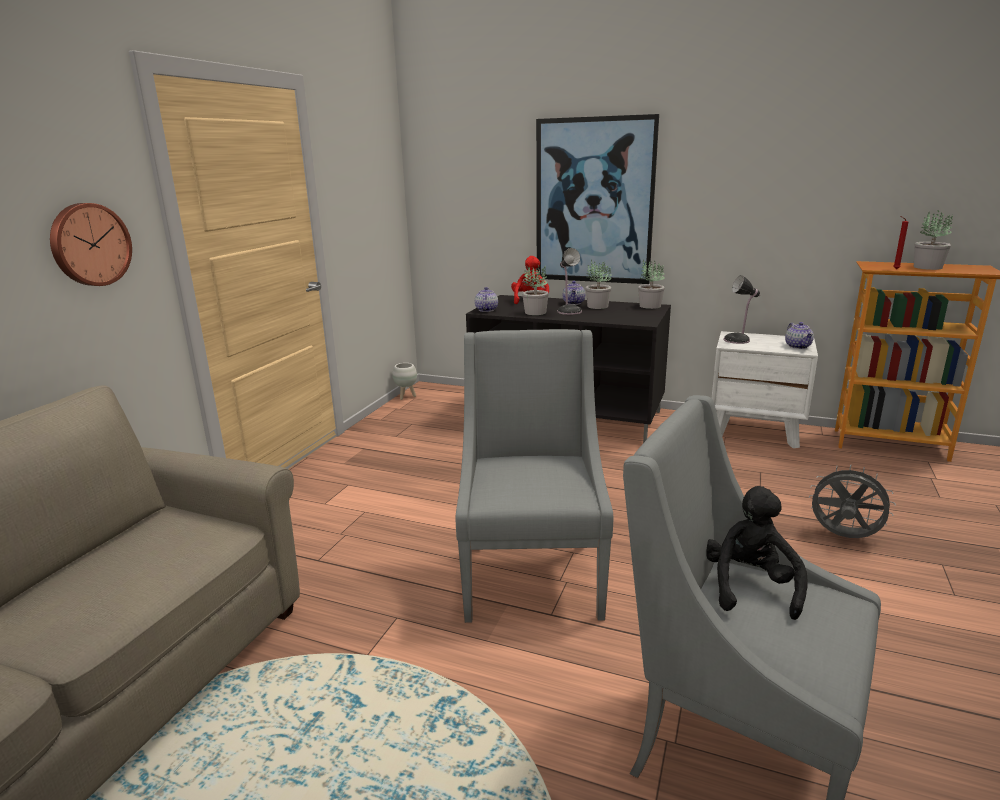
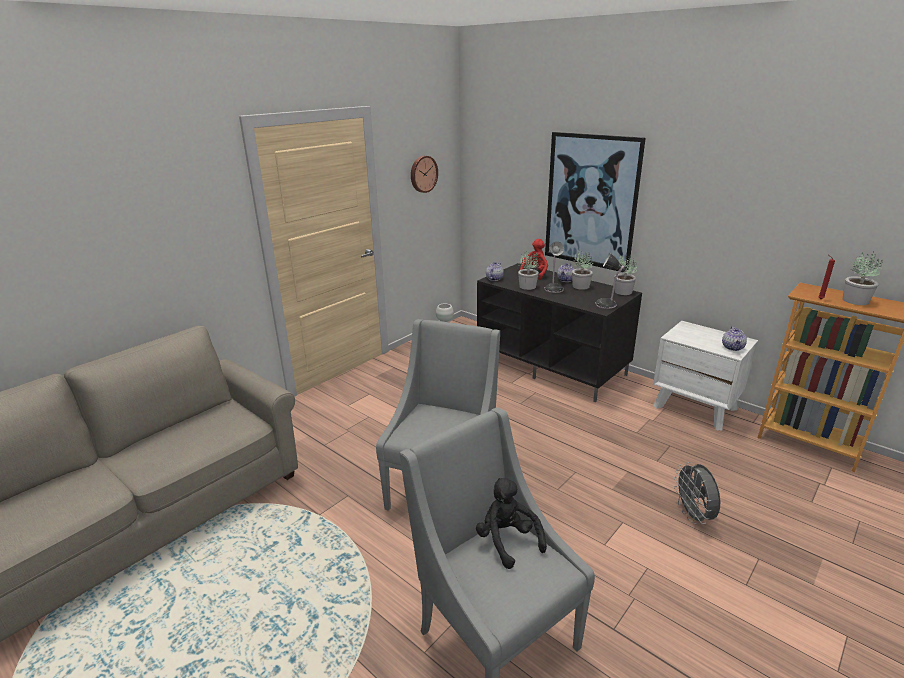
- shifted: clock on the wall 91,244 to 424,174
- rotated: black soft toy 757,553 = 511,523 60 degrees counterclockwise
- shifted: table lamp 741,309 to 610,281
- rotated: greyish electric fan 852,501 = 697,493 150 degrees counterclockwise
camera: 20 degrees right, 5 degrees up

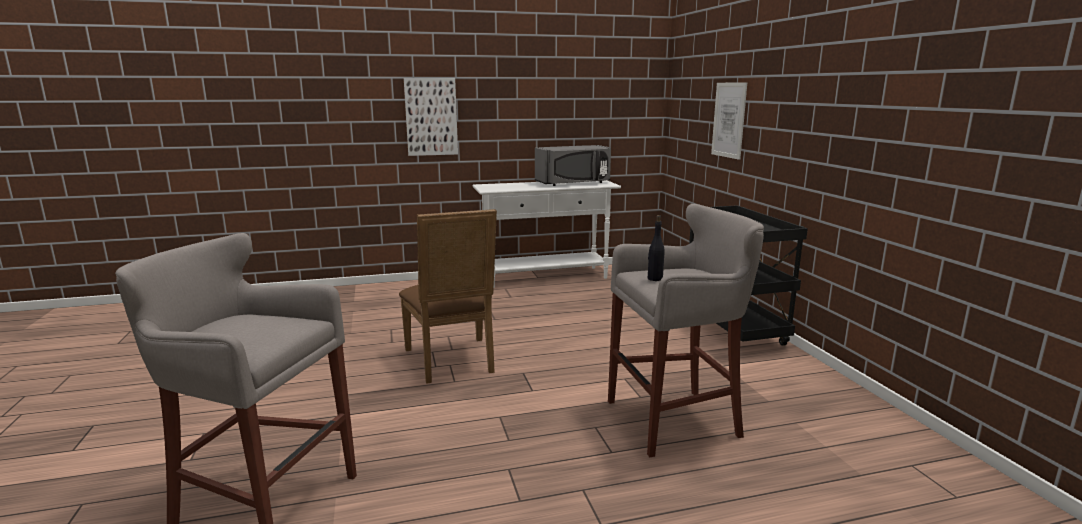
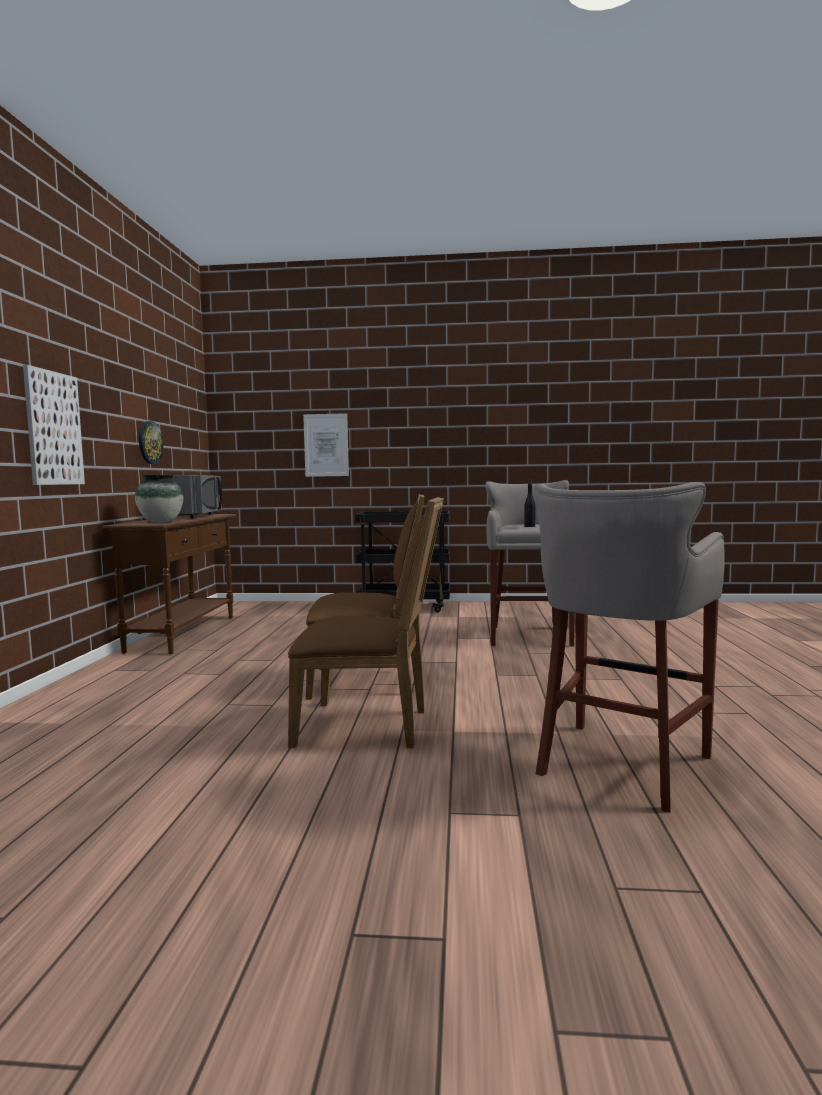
- repainted: white hall table 546,234 to brownish hall table 169,584
- new: decorative vase 159,499
- new: clock on the wall 151,442
- new: brownish plain chair 366,622
camera: 70 degrees left, 10 degrees down

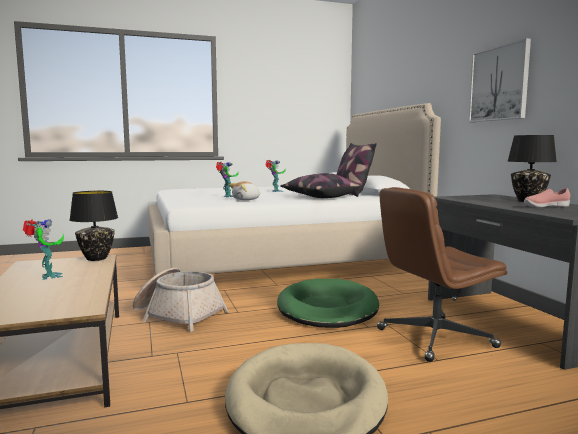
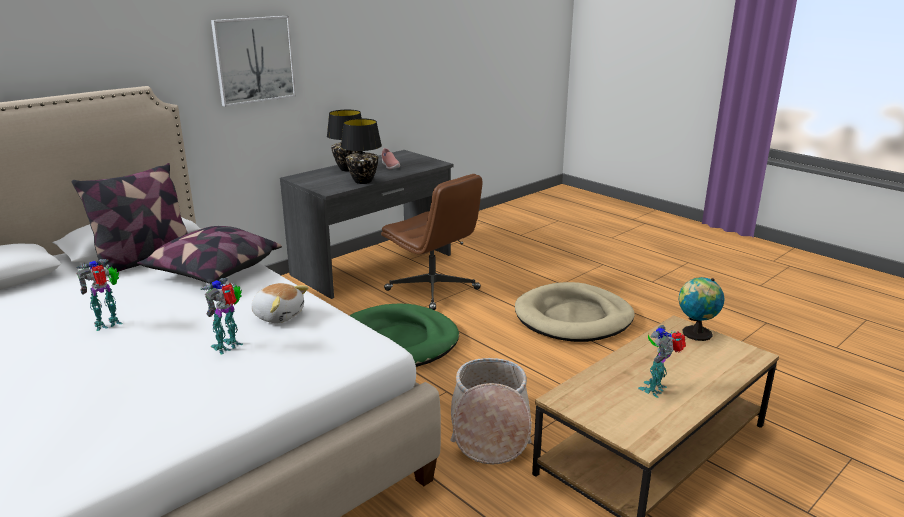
- shifted: black table lamp 93,226 to 361,151
- new: globe 702,309
camera: 115 degrees left, 15 degrees up

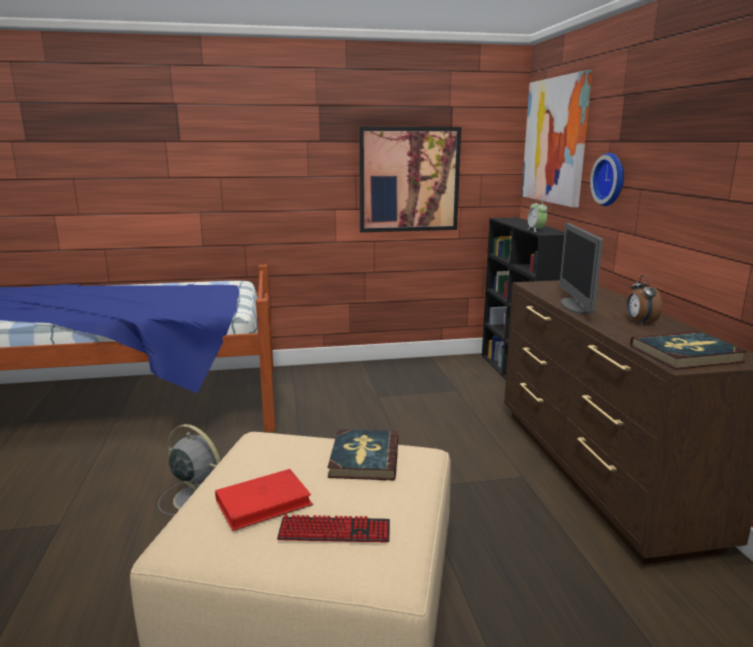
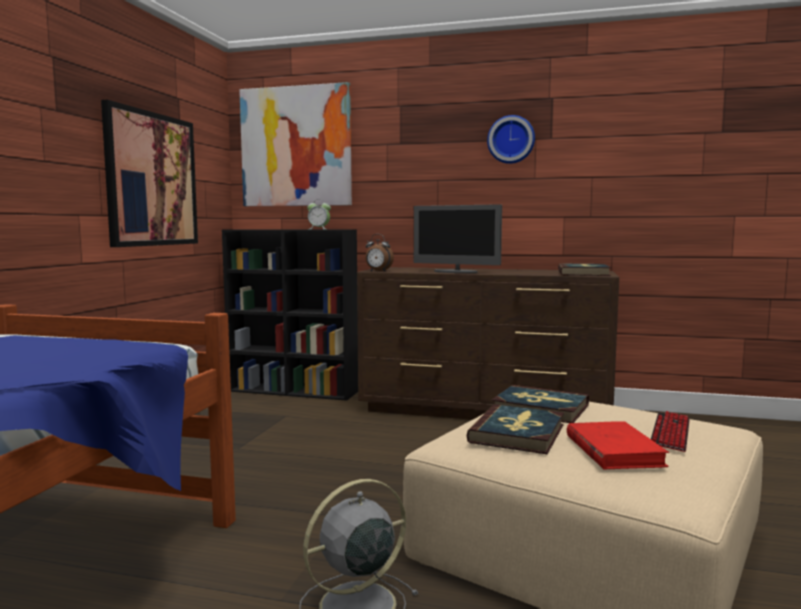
- shifted: clock on the wall 607,179 to 511,139
- shifted: bedside clock 644,300 to 379,252
- new: volume 515,429
camera: 65 degrees left, 10 degrees down

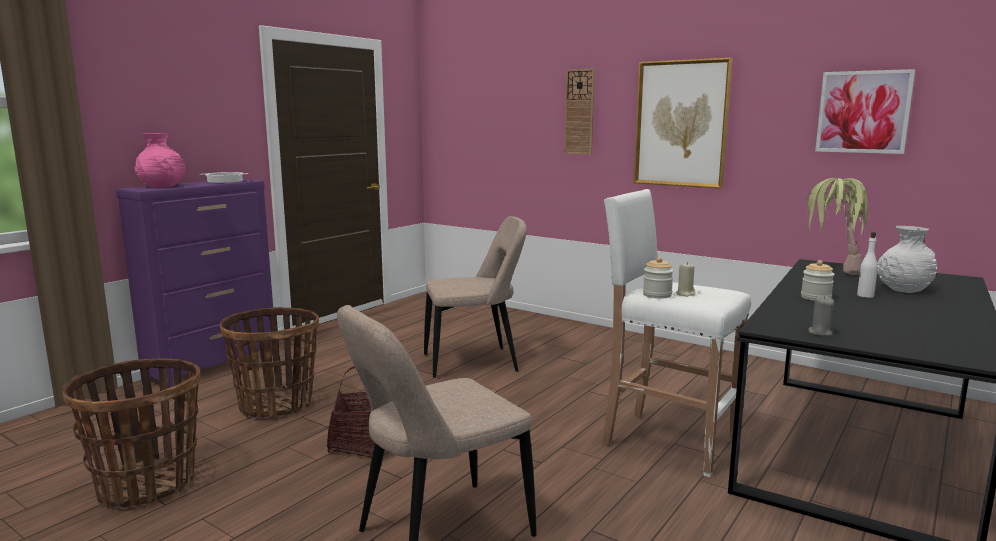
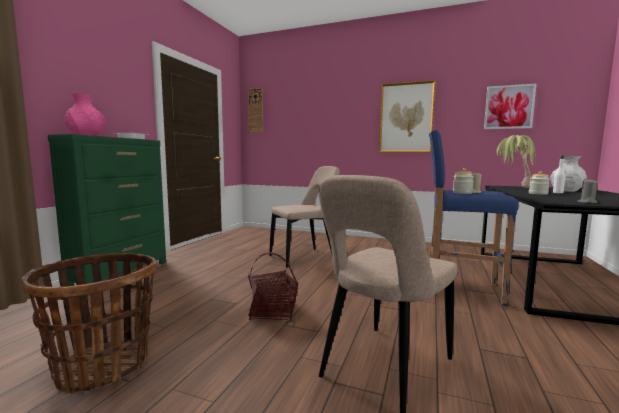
- repainted: purple chest of drawers 194,283 to green-coloured chest of drawers 107,210
- gone: basket 269,362
- shifted: clock on the wall 579,111 to 255,110
- repainted: white stool 676,333 to blue-coloured stool 474,218
camera: 15 degrees left, 5 degrees down

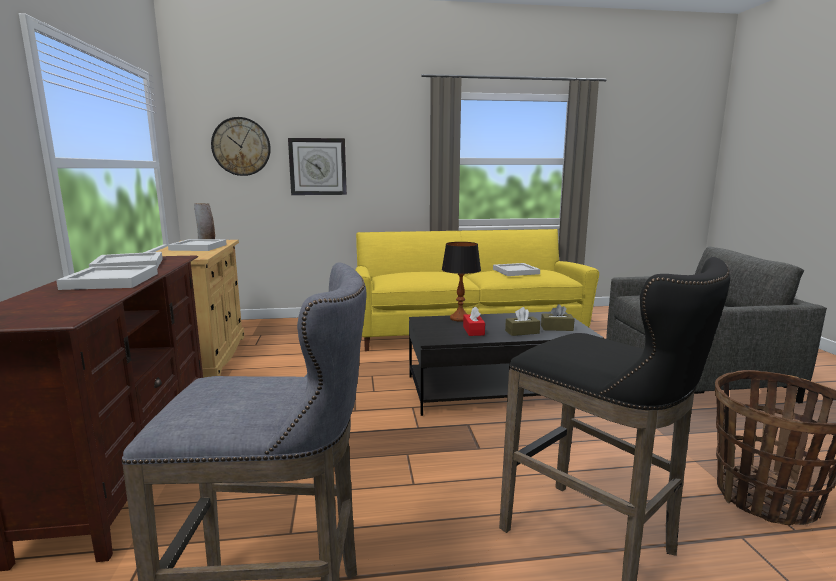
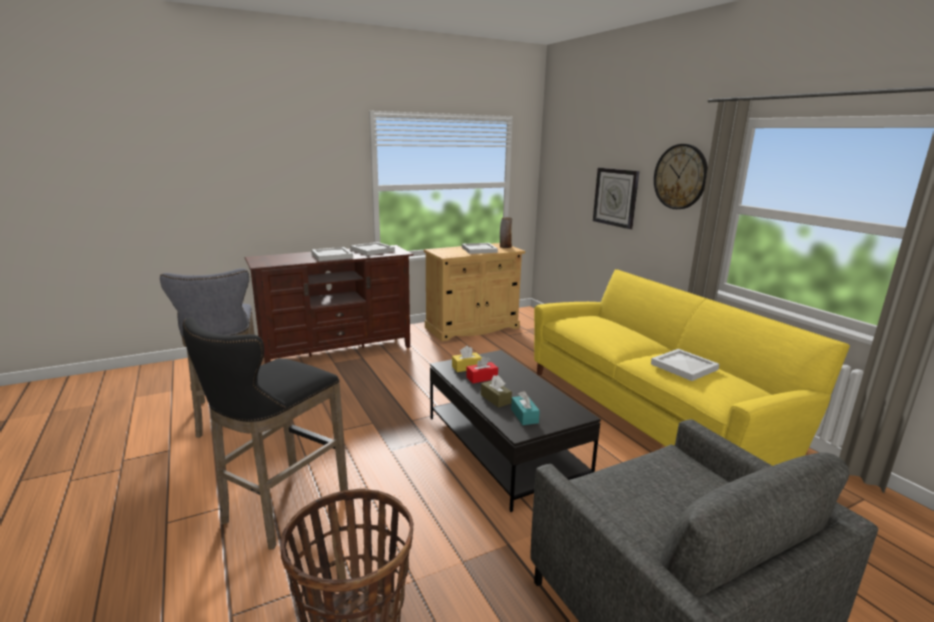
- shifted: clock on the wall 241,146 to 681,176
- gone: table lamp 461,282
- repainted: brownish tissue holder 558,317 to turquoise-coloured tissue holder 525,408
- new: yellow tissue holder 467,359
camera: 70 degrees right, 5 degrees up

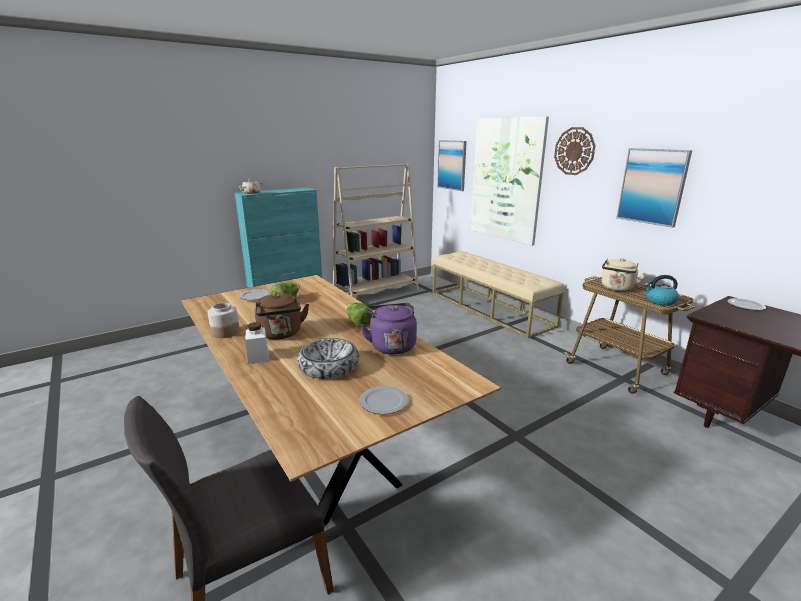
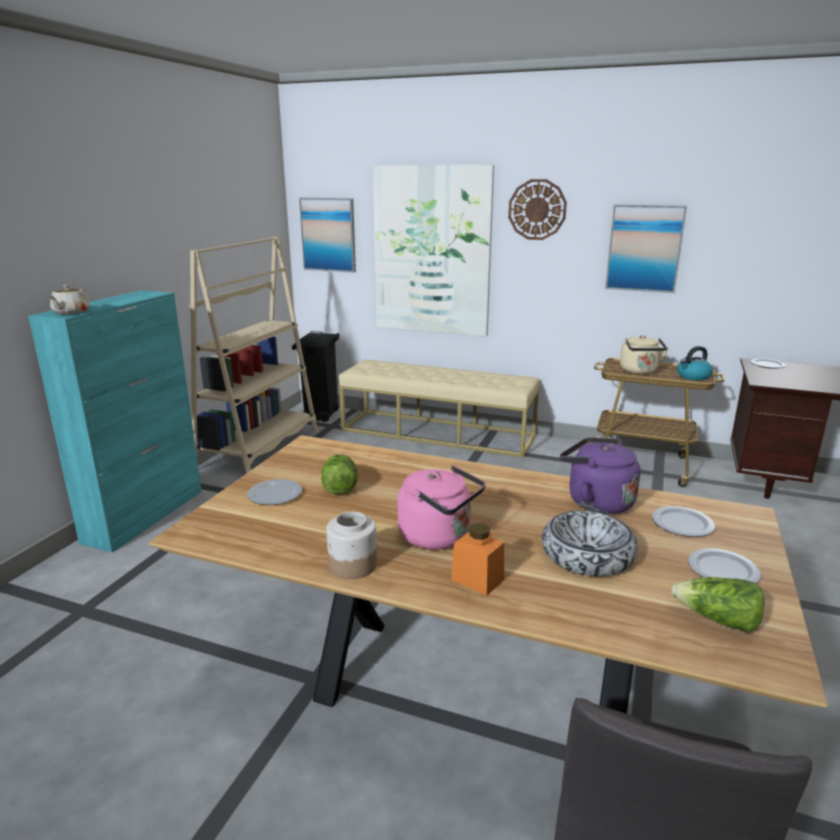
- repainted: white preserve jar 257,343 to orangey preserve jar 477,559
- repainted: brownish kettle 282,316 to pink-coloured kettle 441,507
- shifted: lettuce 360,315 to 718,605
- new: black rubbish bin 316,376
- new: flat dish 683,521
camera: 35 degrees left, 0 degrees up

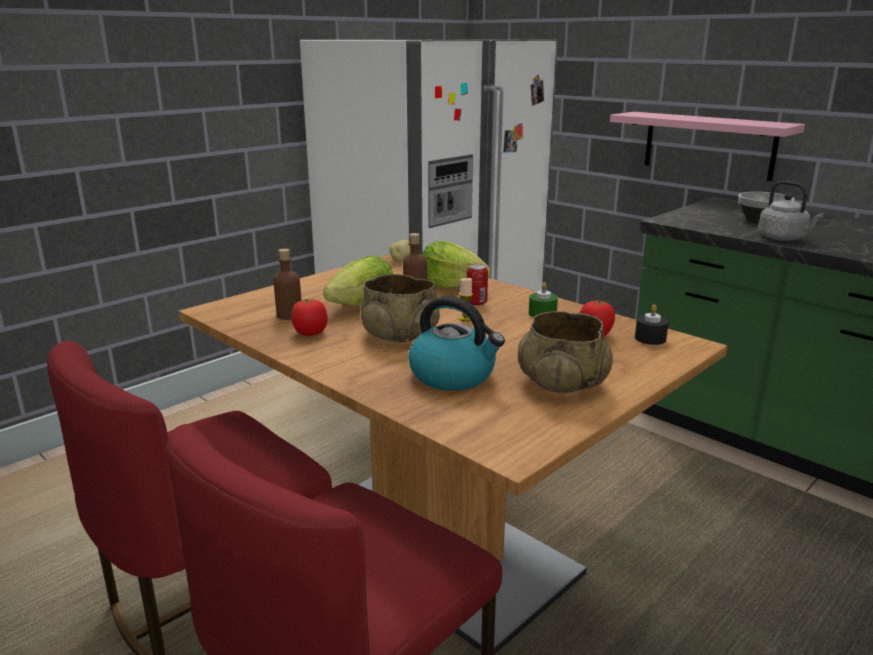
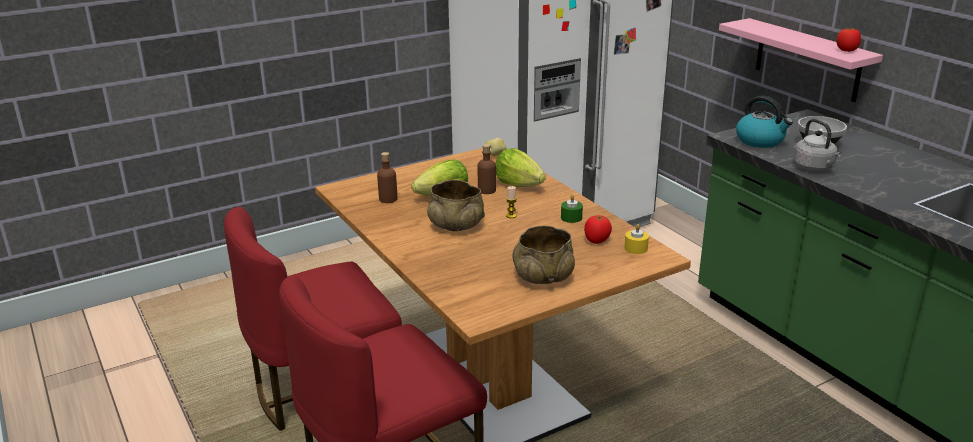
- shifted: fresh tomato 309,317 to 848,40
- shifted: kettle 456,343 to 764,122
- gone: metal can 477,285
- repainted: black wax light 652,324 to yellow wax light 637,239
camera: 15 degrees right, 5 degrees up

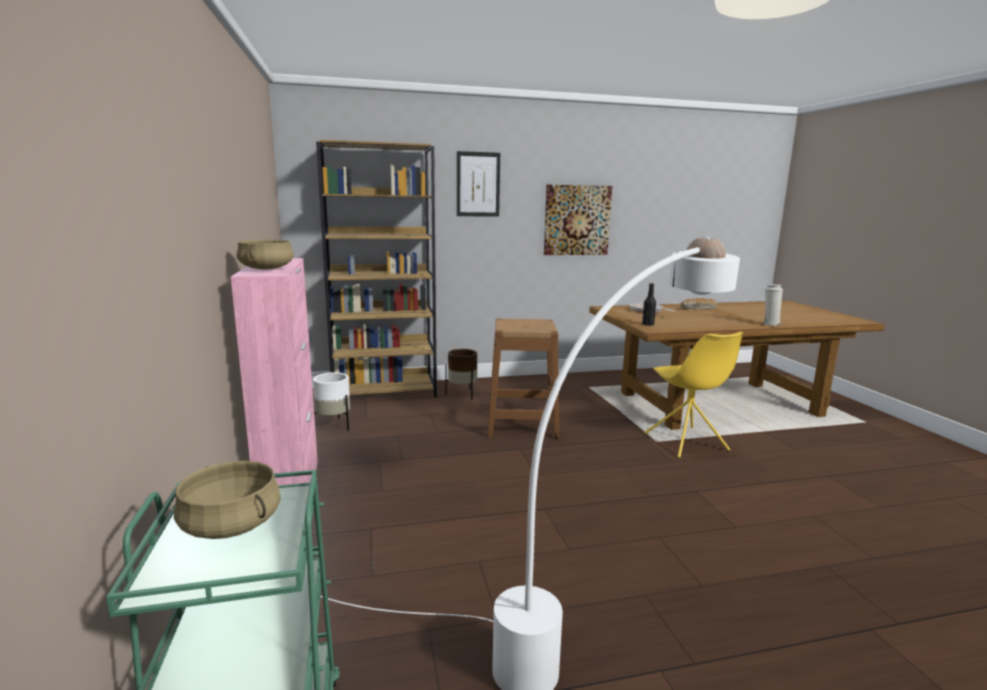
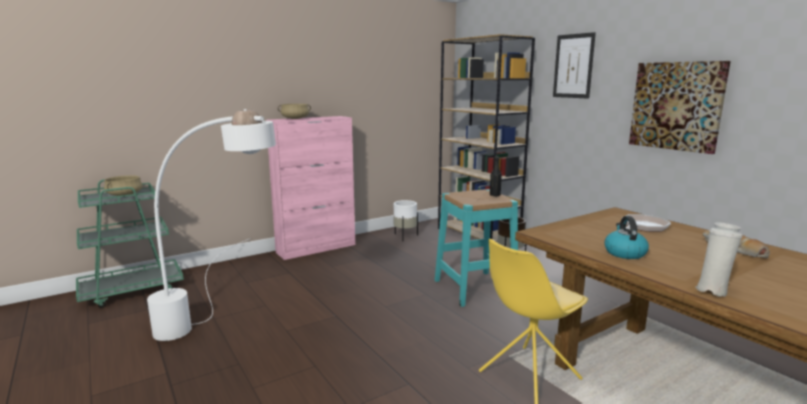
- repainted: brownish stool 523,379 to turquoise-coloured stool 476,248
- shifted: black bottle 649,304 to 496,176
- new: kettle 626,237
camera: 70 degrees right, 0 degrees up

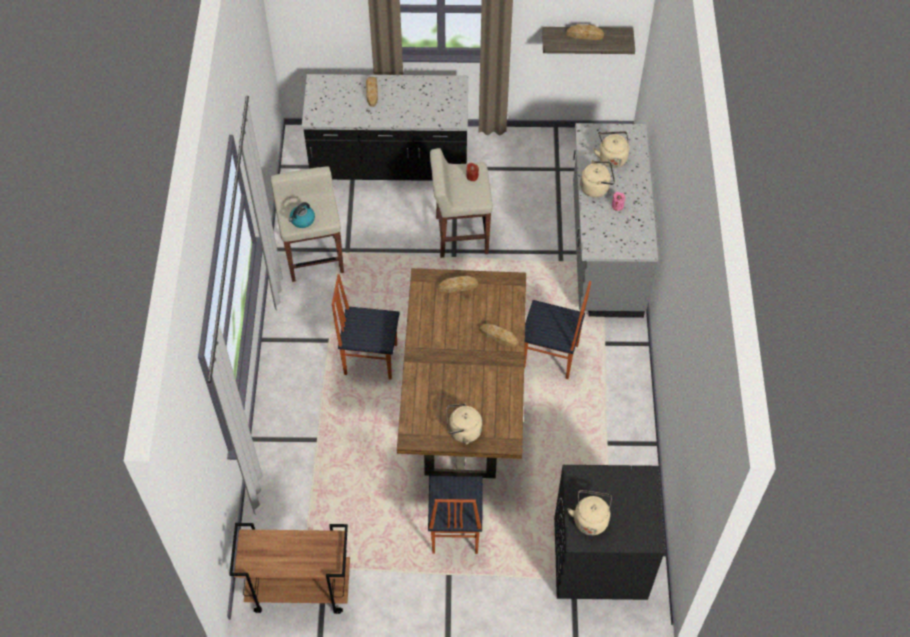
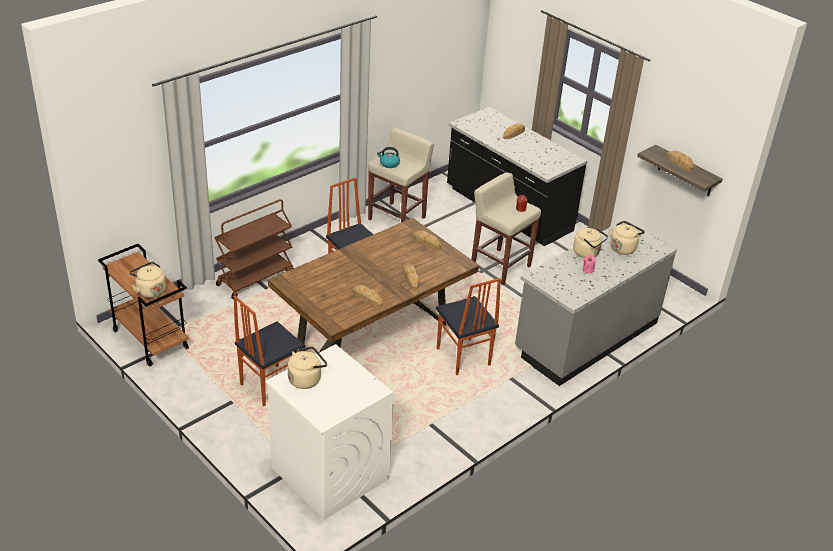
- shifted: sand-coloured kettle 464,423 to 148,280
- repainted: black laundry appliance 609,532 to white laundry appliance 329,432
- new: brownish cart 254,249
- new: bakery bread 367,296
camera: 45 degrees right, 20 degrees down

